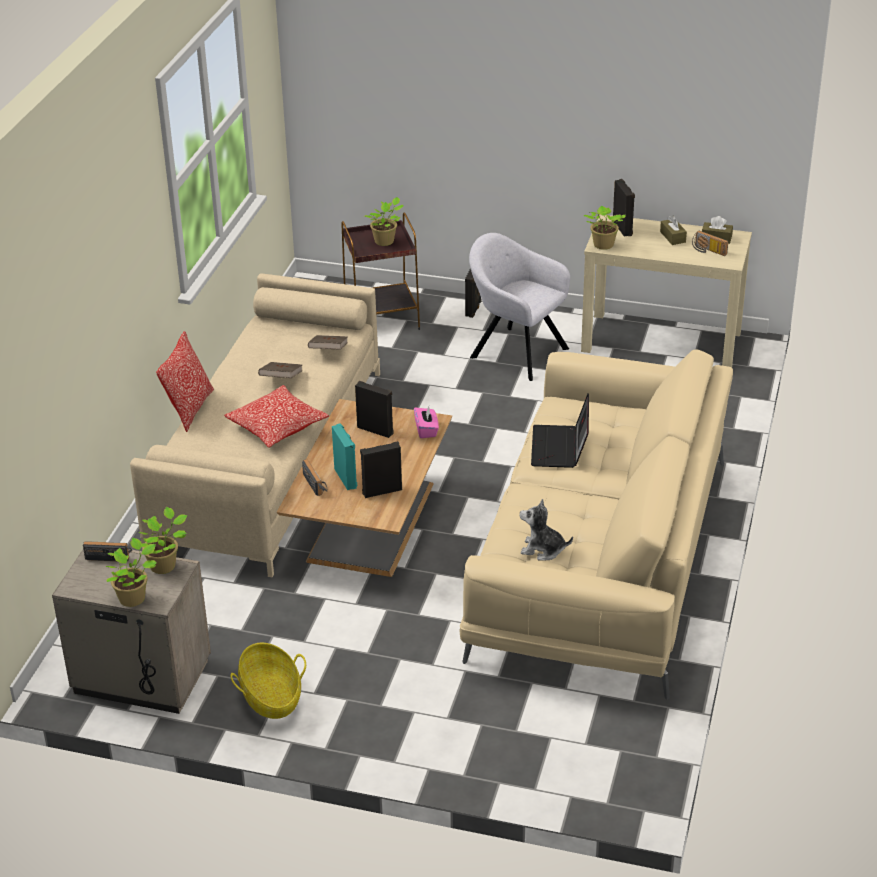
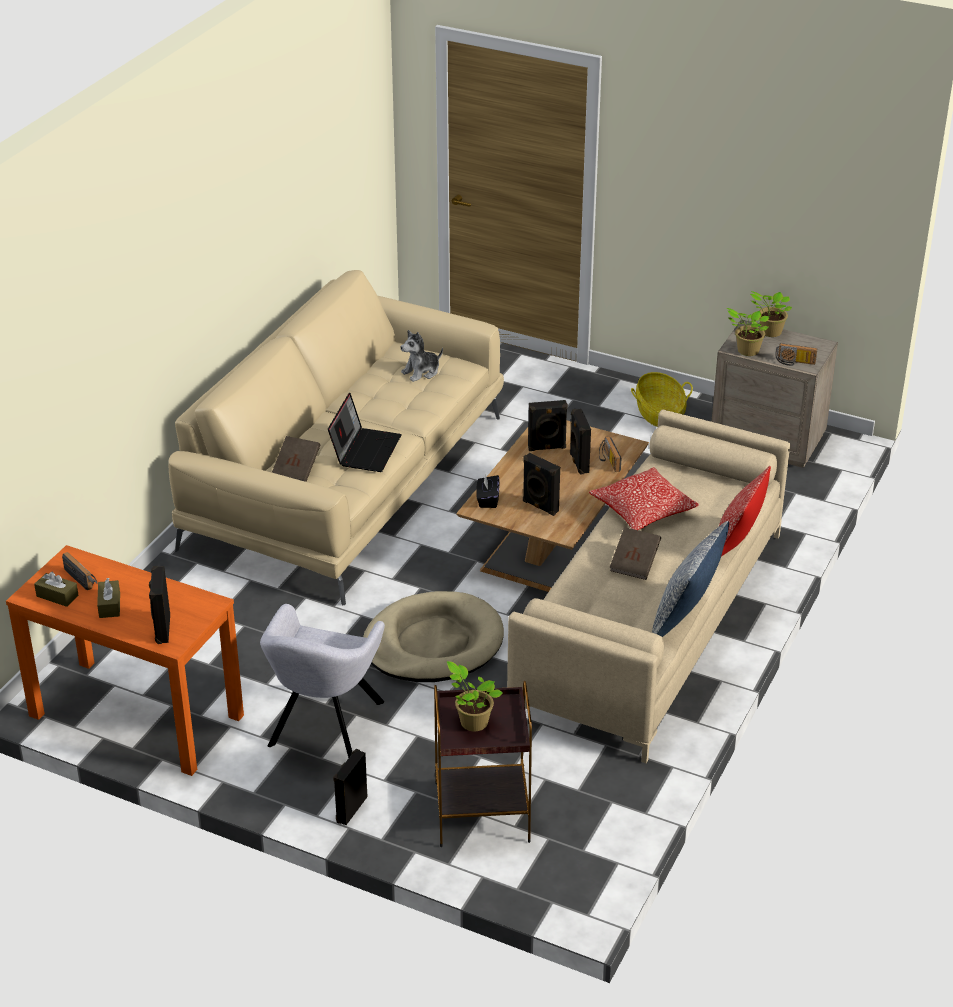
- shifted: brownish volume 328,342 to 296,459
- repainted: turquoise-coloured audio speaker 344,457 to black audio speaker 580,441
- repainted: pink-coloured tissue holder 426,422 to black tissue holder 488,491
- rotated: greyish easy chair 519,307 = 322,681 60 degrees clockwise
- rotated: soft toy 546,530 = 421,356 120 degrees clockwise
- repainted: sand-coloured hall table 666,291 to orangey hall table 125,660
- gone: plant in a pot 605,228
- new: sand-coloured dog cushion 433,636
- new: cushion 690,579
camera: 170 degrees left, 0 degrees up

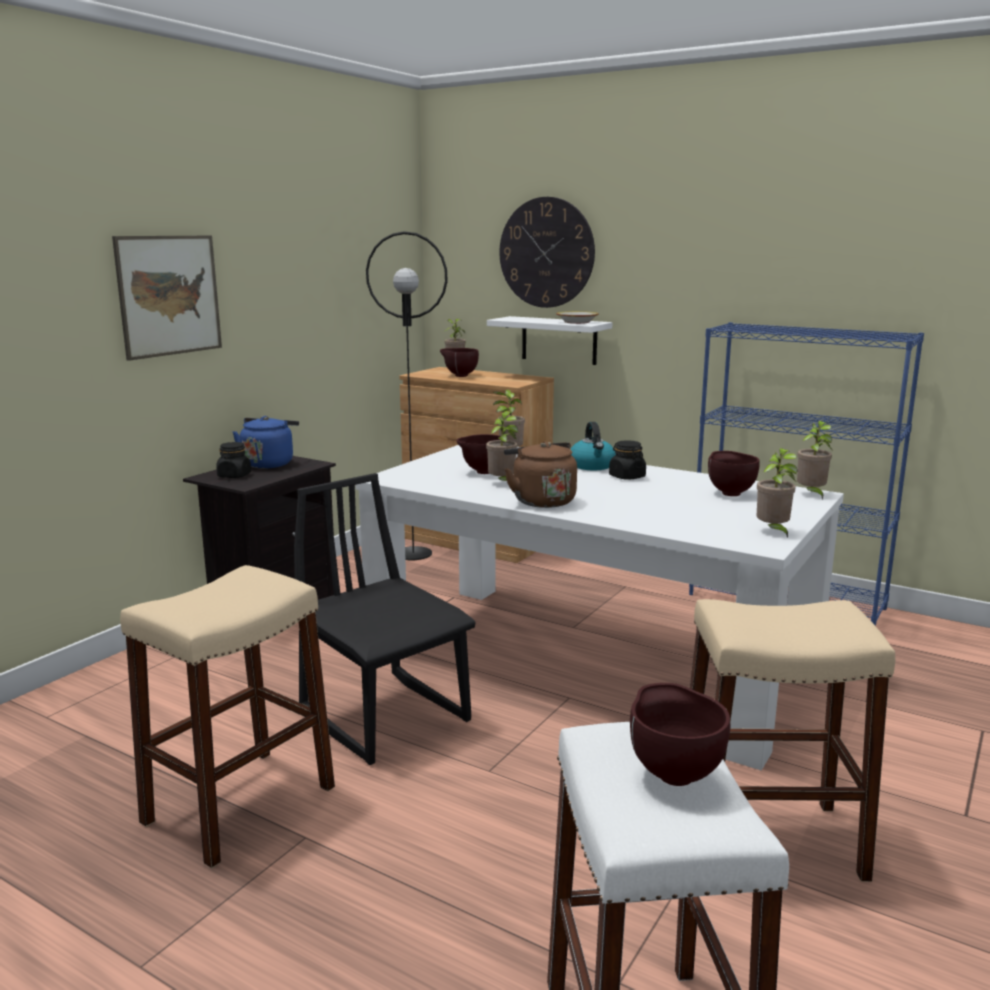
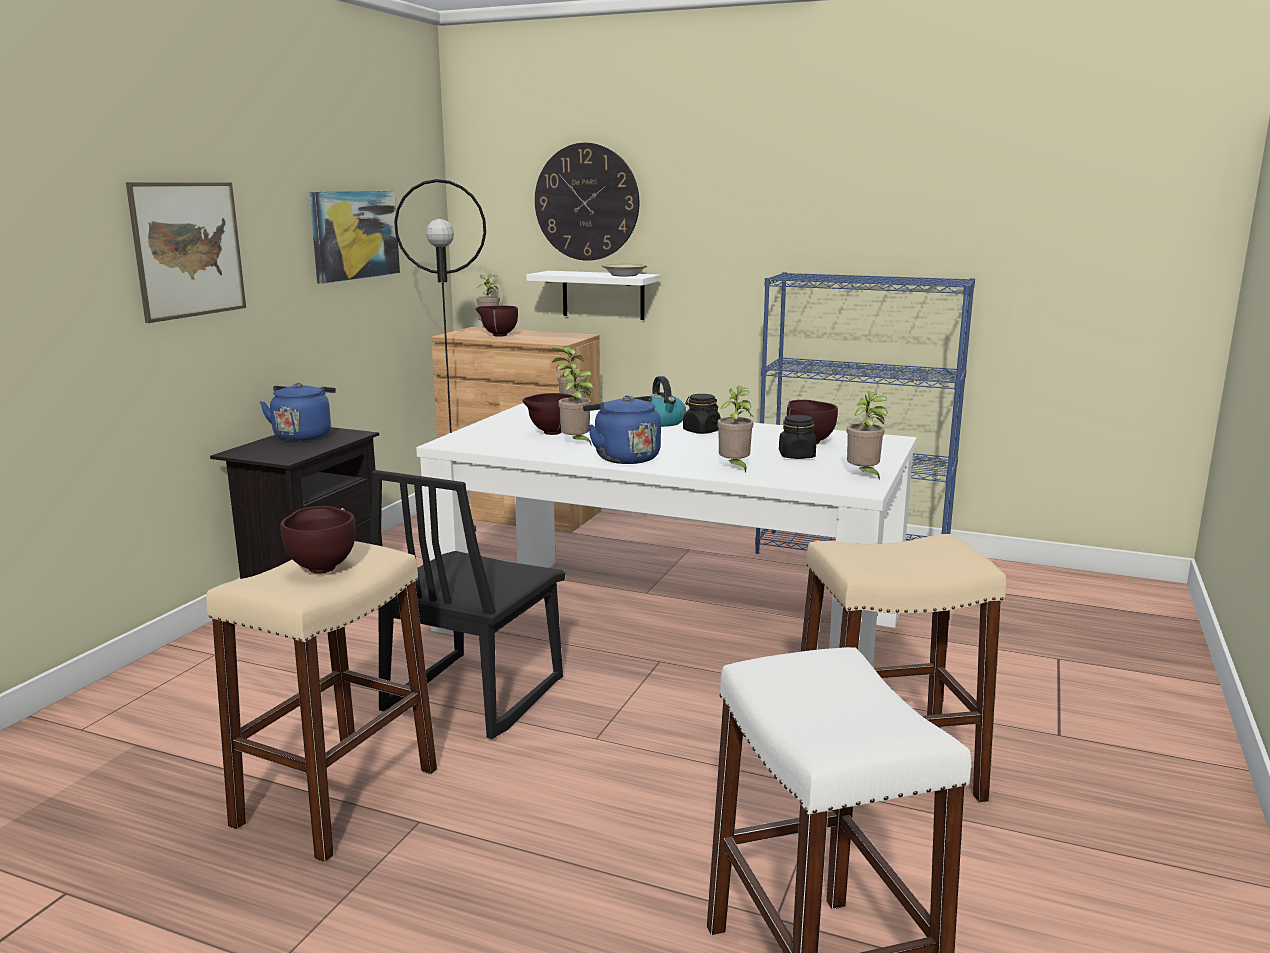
- shifted: black preserve jar 233,460 to 797,437
- rotated: black plain chair 385,619 = 467,604 105 degrees counterclockwise
- repainted: brownish kettle 540,475 to blue-coloured kettle 622,429
- shifted: brownish bowl 680,734 to 318,540
- shifted: plant in a pot 814,460 to 735,429
- new: wall picture 354,237
camera: 10 degrees left, 0 degrees up

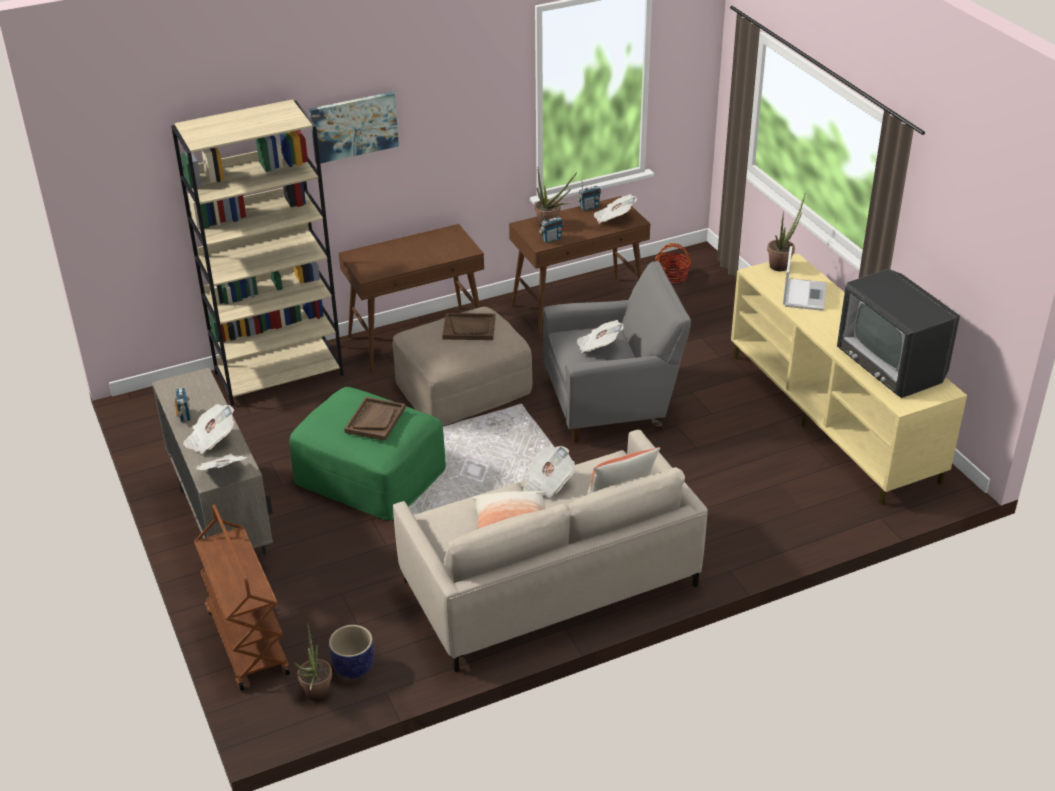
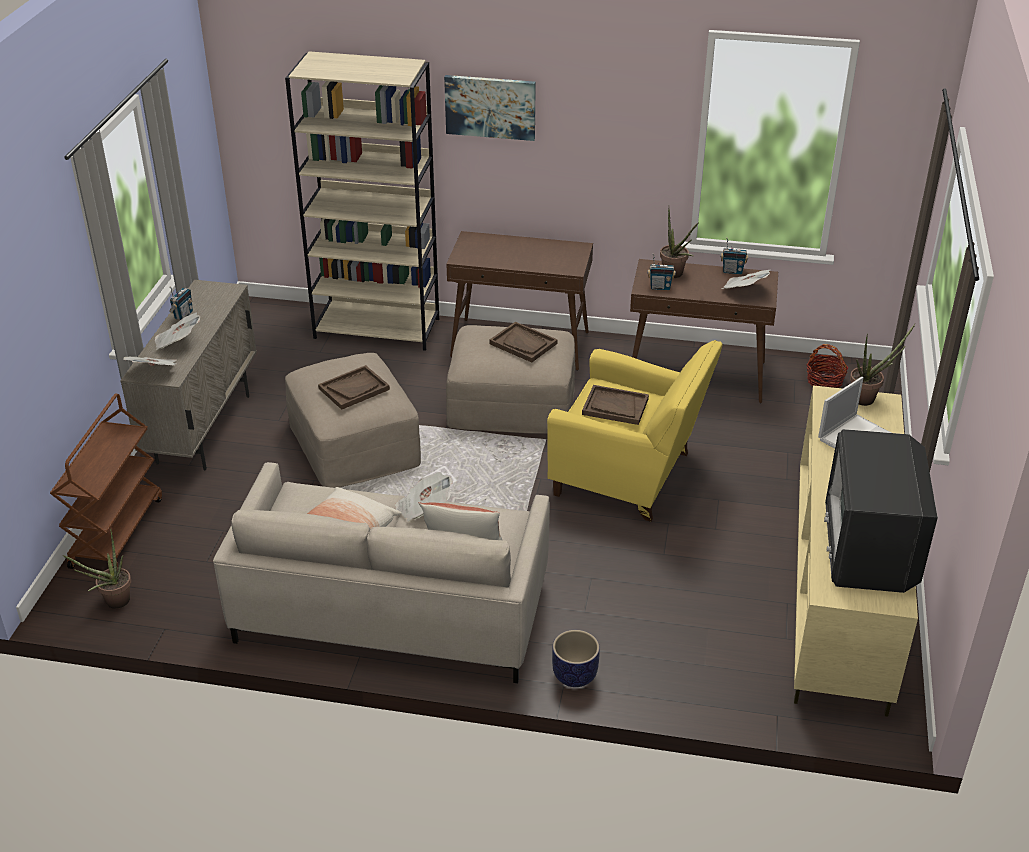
- repainted: green-coloured ottoman 367,453 to sand-coloured ottoman 353,420
- shifted: plant pot 351,652 to 576,658
- repainted: greyish easy chair 617,352 to yellow easy chair 634,431
- swapped: daily paper 600,336 to brownish serving tray 615,405
camera: 35 degrees right, 0 degrees up

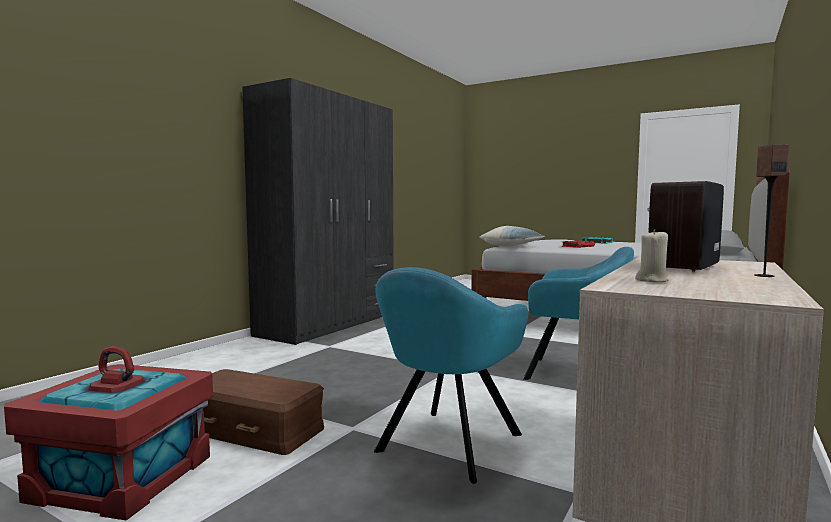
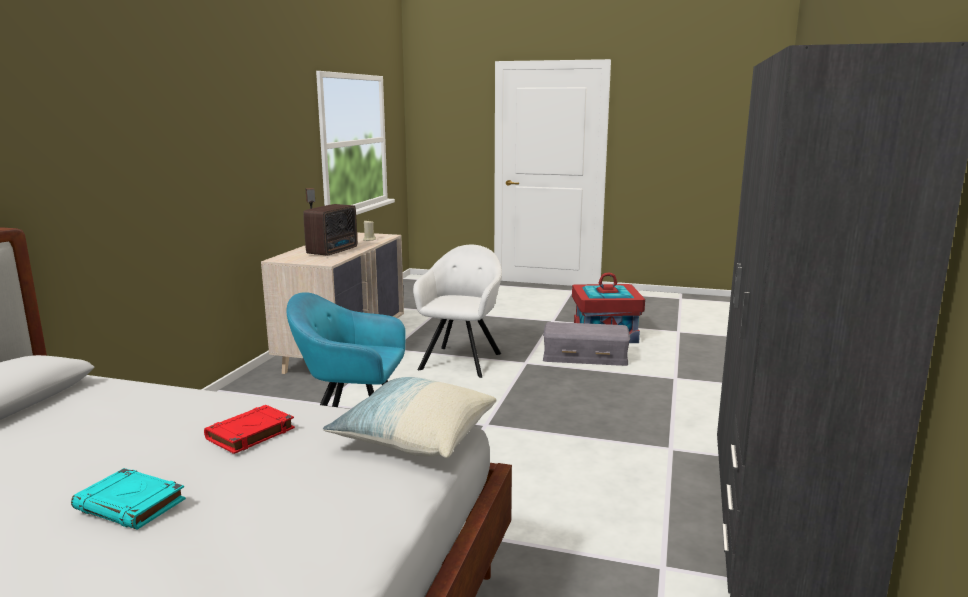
- repainted: brownish storage container 264,412 to greyish storage container 586,344
- repainted: turquoise-coloured easy chair 451,375 to white easy chair 457,311
camera: 165 degrees right, 10 degrees up

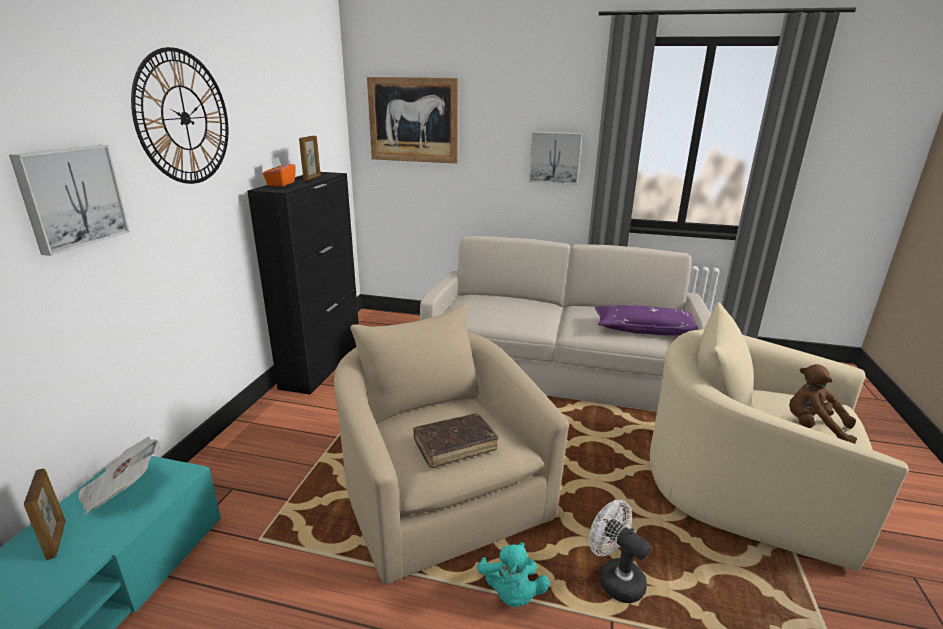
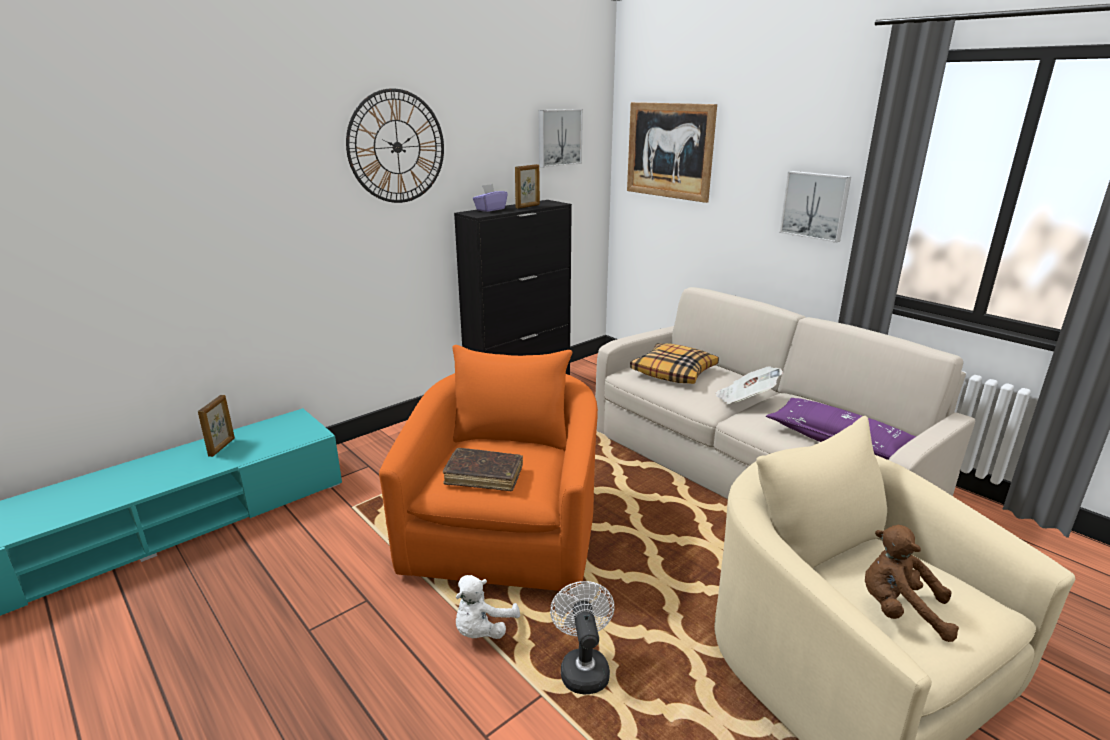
- shifted: wall picture 69,200 to 561,138
- shifted: daily paper 119,476 to 749,385
- repainted: orangey tissue holder 279,172 to purple tissue holder 490,198
- repainted: sand-coloured easy chair 451,444 to orangey easy chair 488,468
- repainted: turquoise-coloured soft toy 513,574 to white soft toy 487,607
- rotated: brownish soft toy 823,404 = 912,583 45 degrees counterclockwise
- new: cushion 674,363
camera: 35 degrees right, 0 degrees up

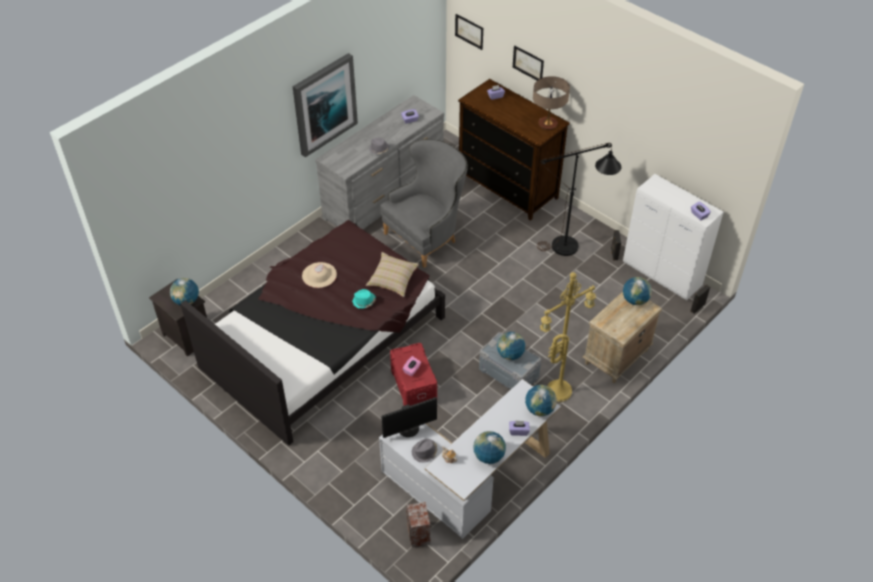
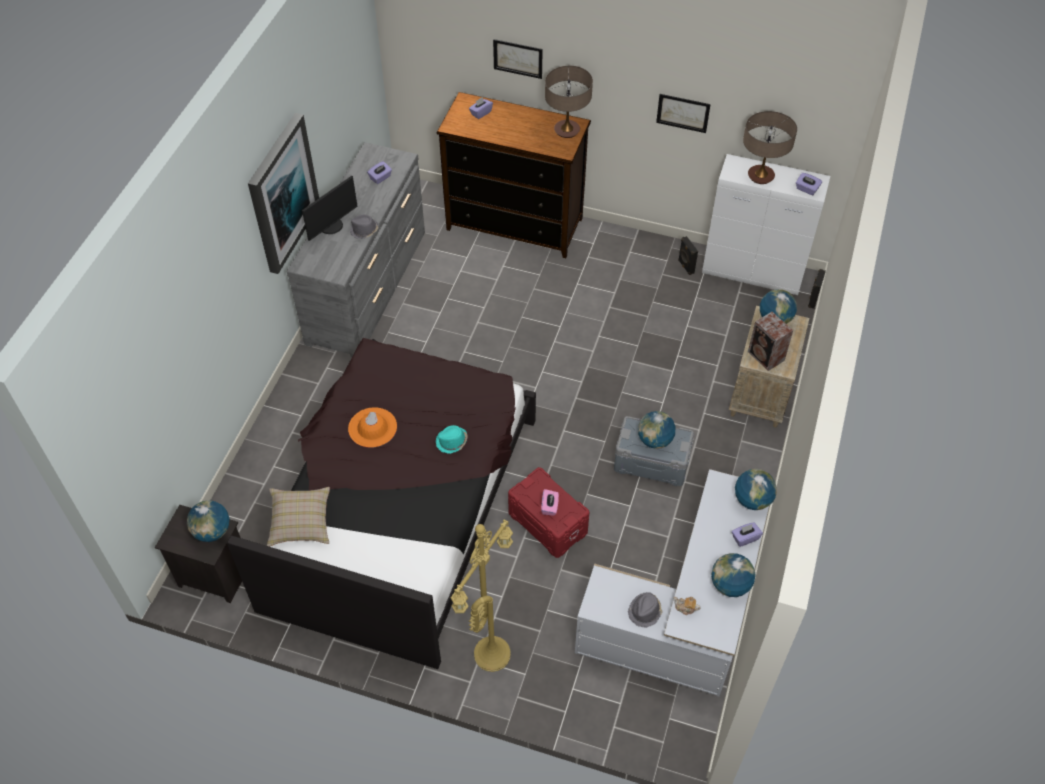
- repainted: sand-coloured hat 319,275 to orangey hat 372,427
- shifted: sand-coloured cushion 392,274 to 298,517
- gone: greyish easy chair 424,203
- shifted: monitor 409,417 to 330,208
- shifted: audio speaker 418,524 to 770,341
- shifted: wall picture 469,32 to 683,113
- gone: black floor lamp 580,199
- shifted: yellow floor lamp 568,337 to 482,595
- new: table lamp 770,147
camera: 25 degrees left, 5 degrees up

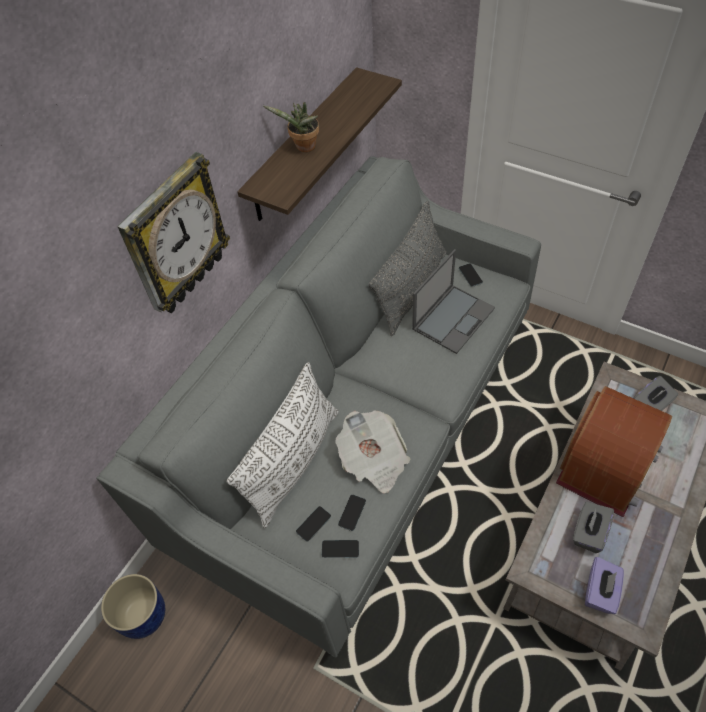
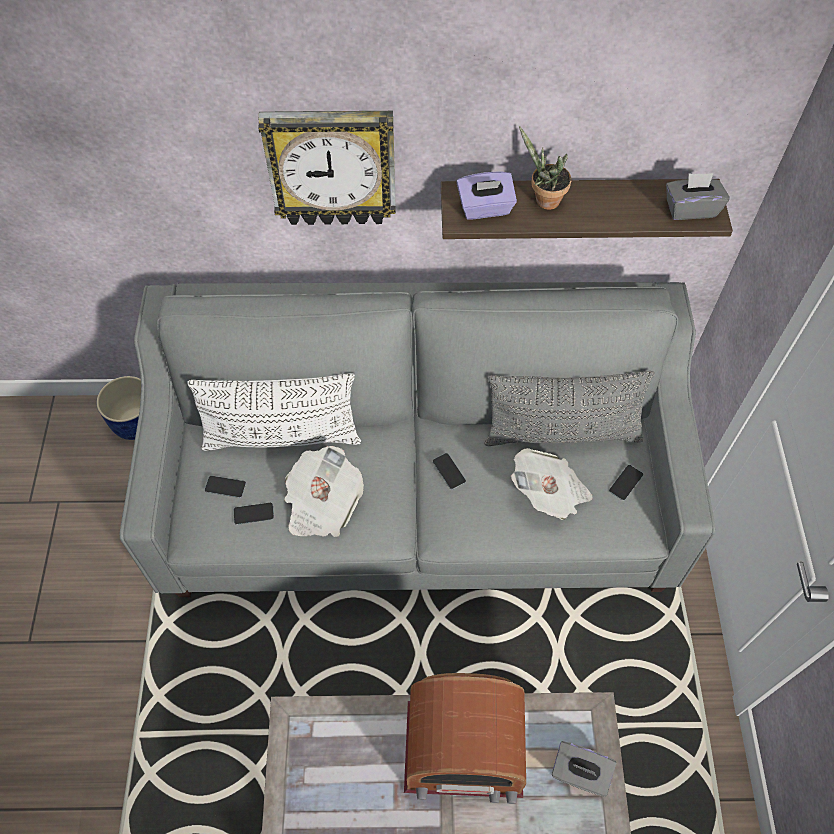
- shifted: telephone 340,549 to 449,471
- swapped: portable computer 453,301 to daily paper 551,484
- shifted: greyish tissue holder 593,527 to 698,196
- shifted: purple tissue holder 604,585 to 486,195
camera: 55 degrees right, 5 degrees up

